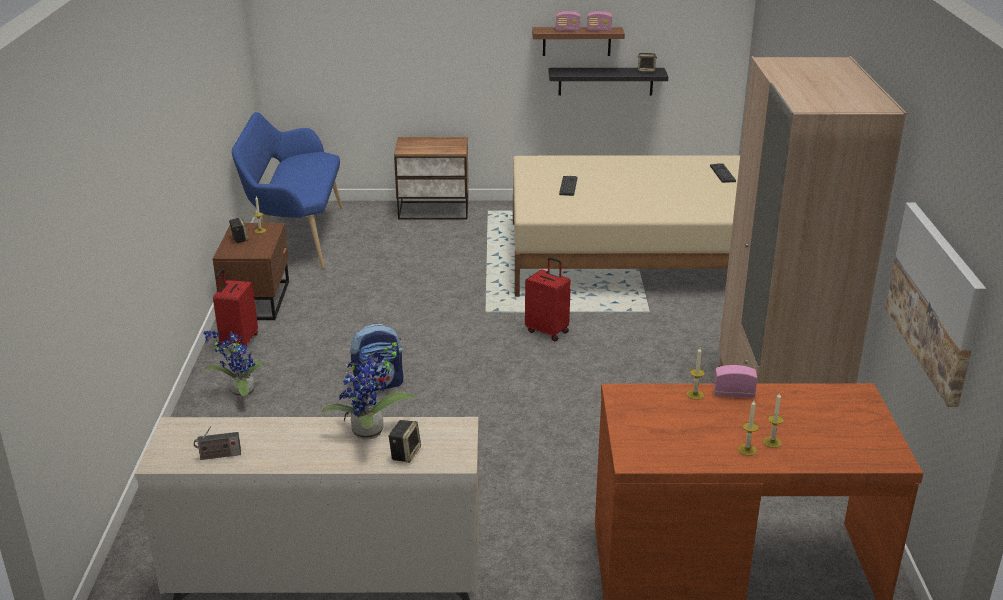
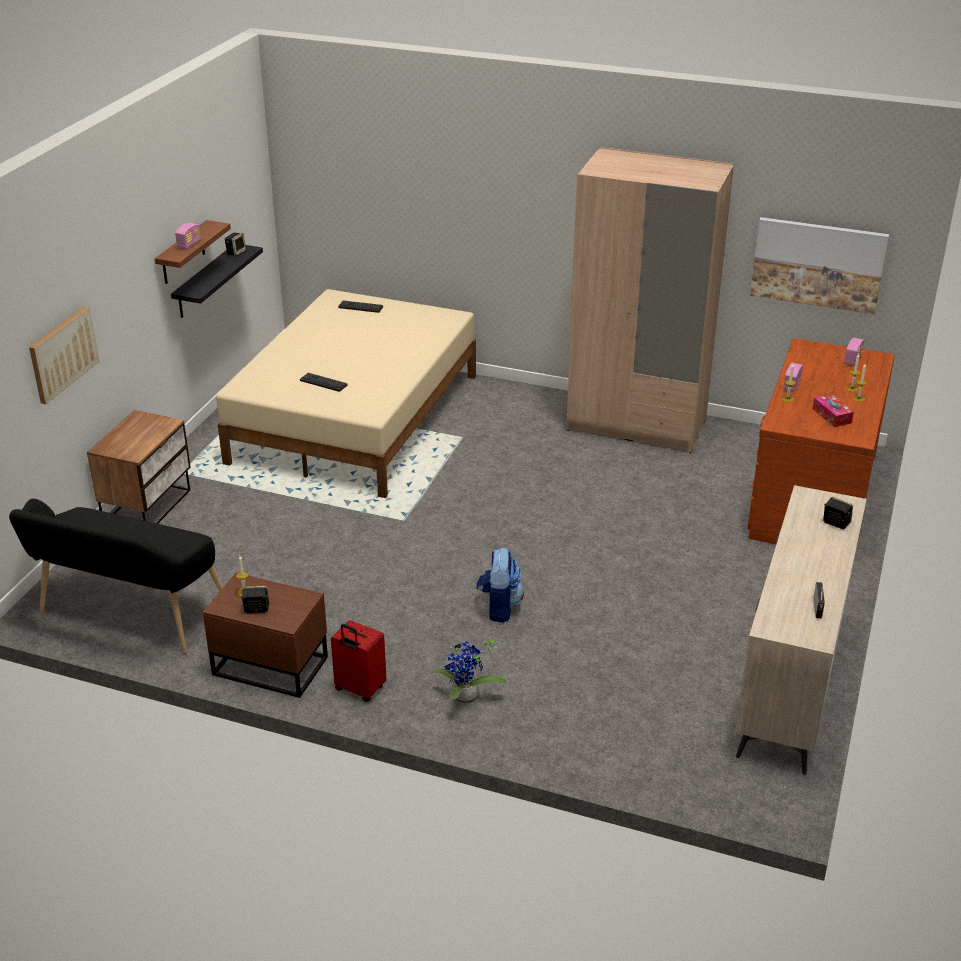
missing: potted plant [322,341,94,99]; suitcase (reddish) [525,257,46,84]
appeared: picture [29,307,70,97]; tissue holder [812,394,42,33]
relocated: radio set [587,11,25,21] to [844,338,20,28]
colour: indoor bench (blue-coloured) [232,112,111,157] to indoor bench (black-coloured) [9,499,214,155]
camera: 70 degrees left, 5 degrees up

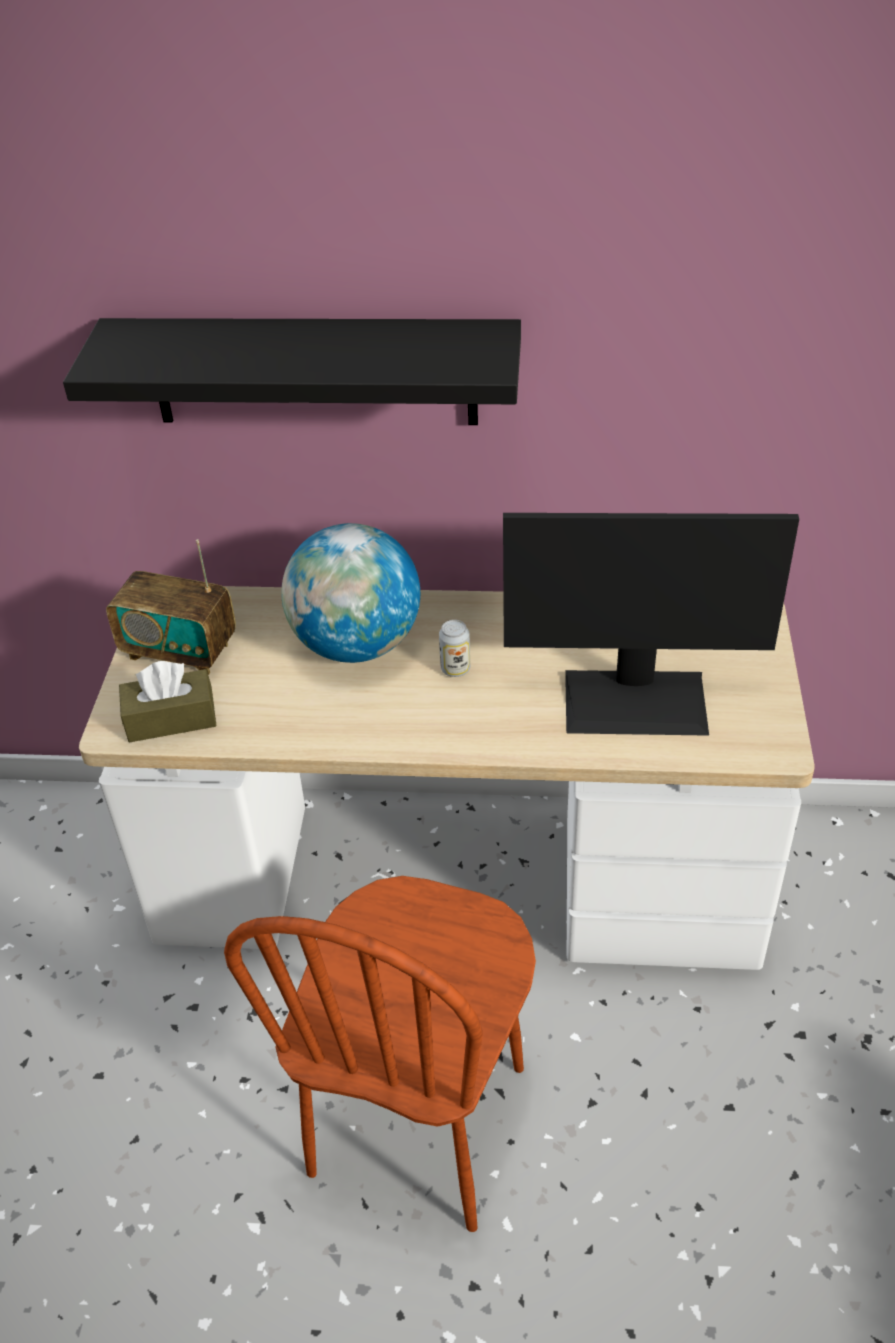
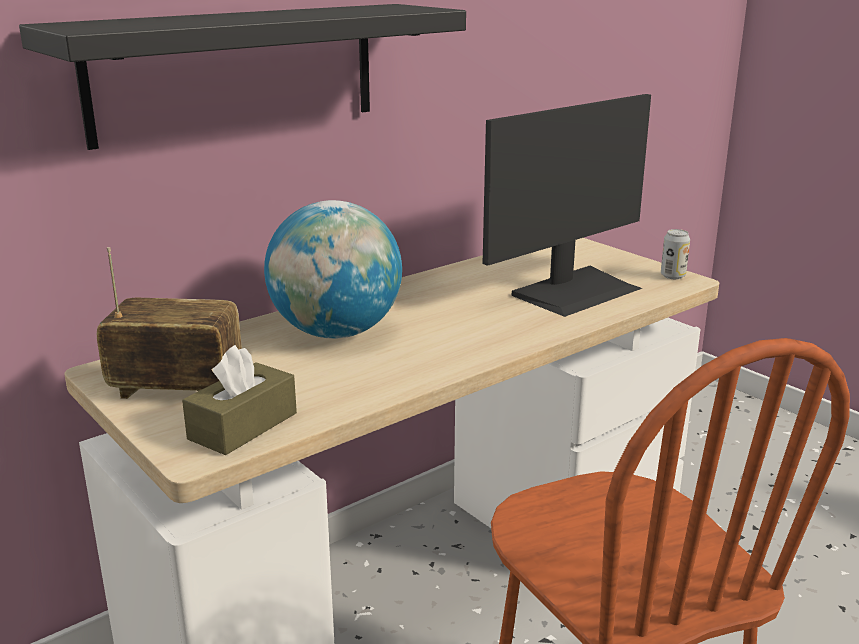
relocated: can [439,620,31,57] to [661,229,29,50]
spun: radio set [106,539,130,136] = [97,247,145,152] 150 degrees counterclockwise
camera: 45 degrees left, 20 degrees down

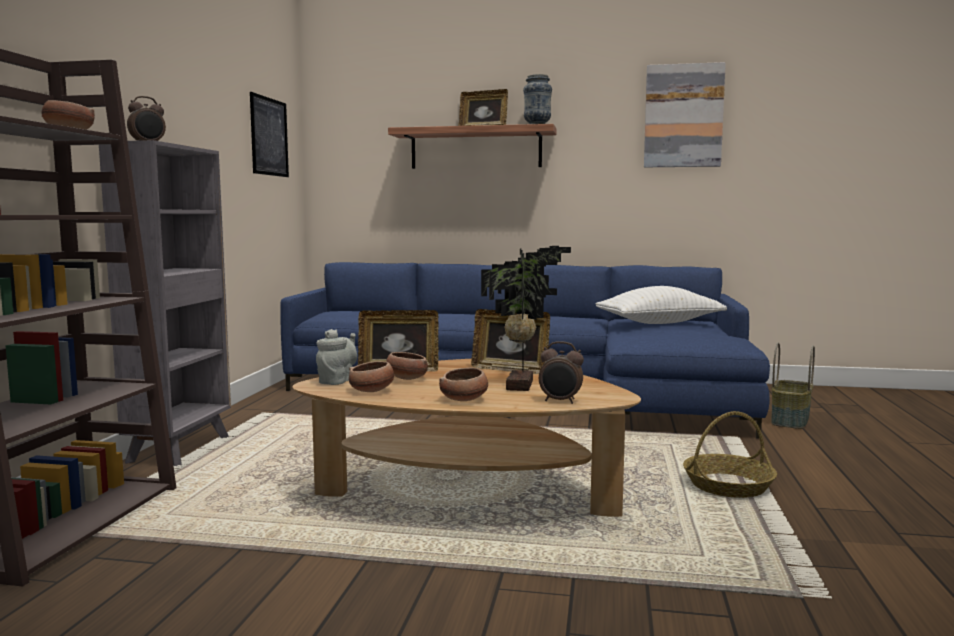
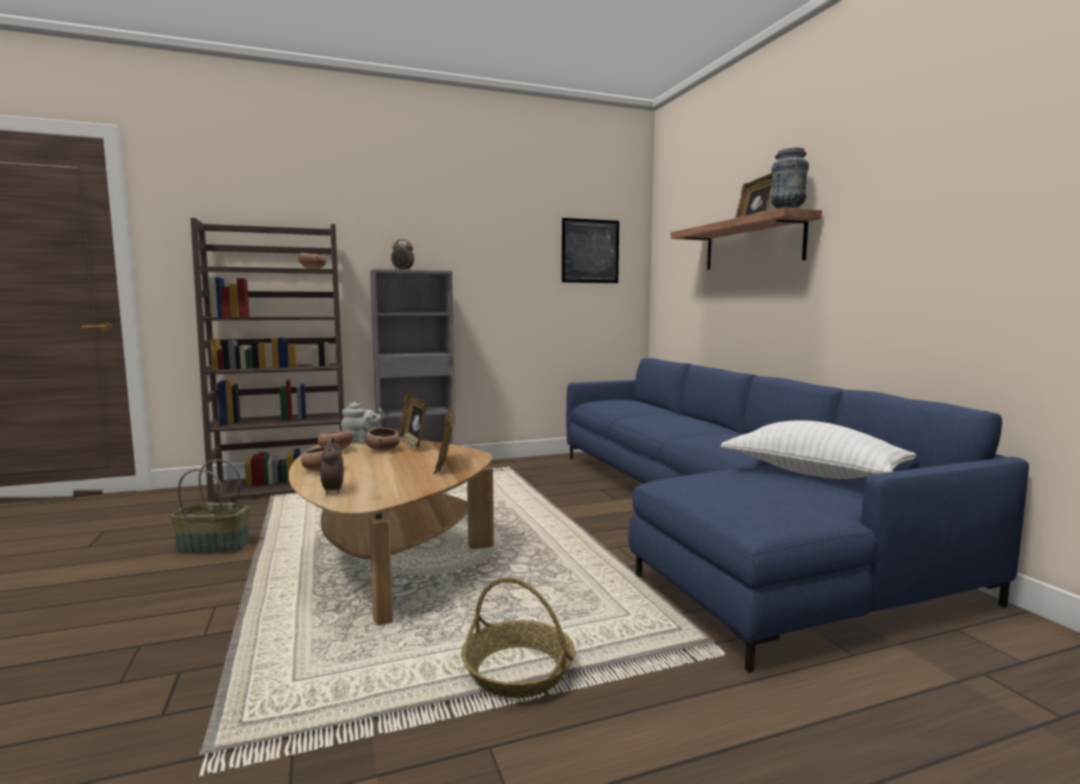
missing: potted plant [481,246,90,145]; picture [644,62,82,105]
relocated: storage basket [771,343,44,86] to [170,459,79,95]
camera: 60 degrees right, 0 degrees up

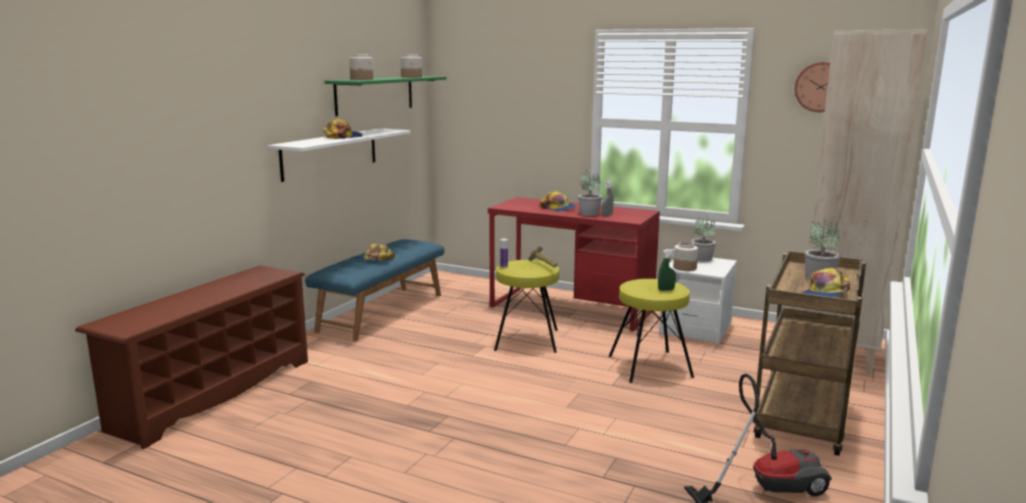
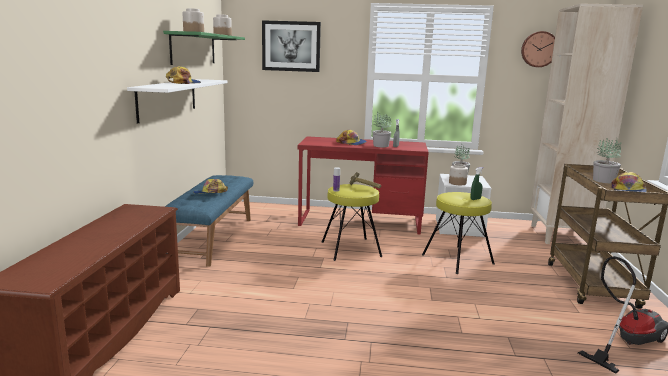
appeared: picture [262,20,59,52]
camera: 20 degrees left, 0 degrees up

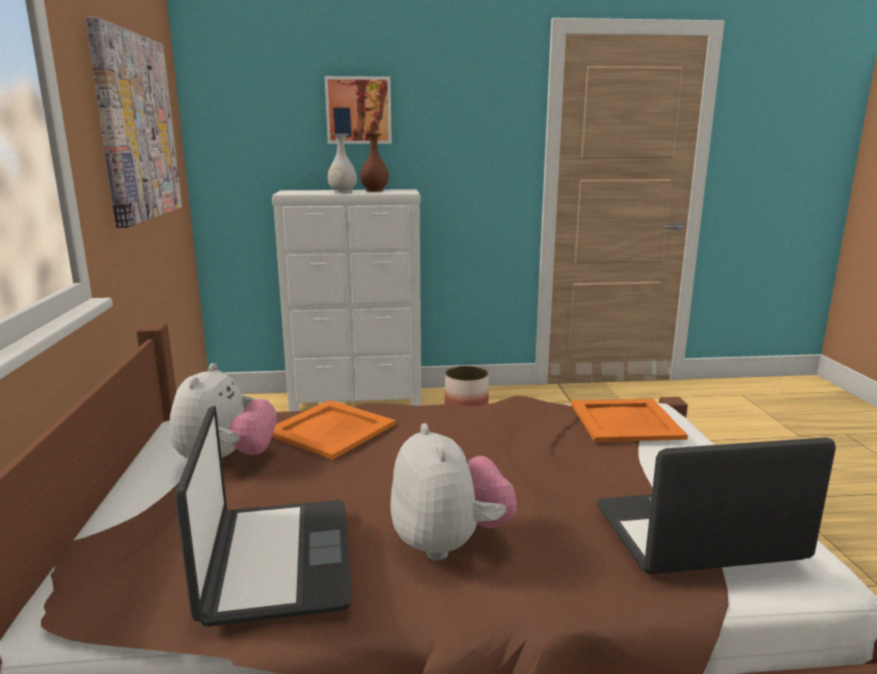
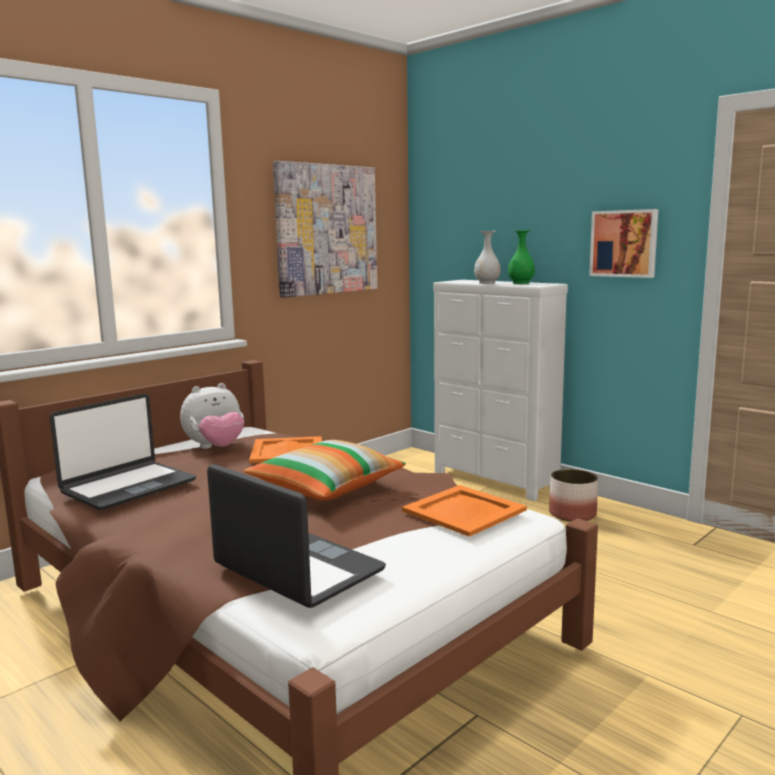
missing: plush toy [390,423,127,138]
appeared: throw pillow [244,440,162,60]
relocated: picture [325,76,67,68] to [589,209,69,69]
colour: decorative vase (brown-coloured) [360,134,29,58] to decorative vase (green) [508,230,27,54]
camera: 50 degrees right, 5 degrees down

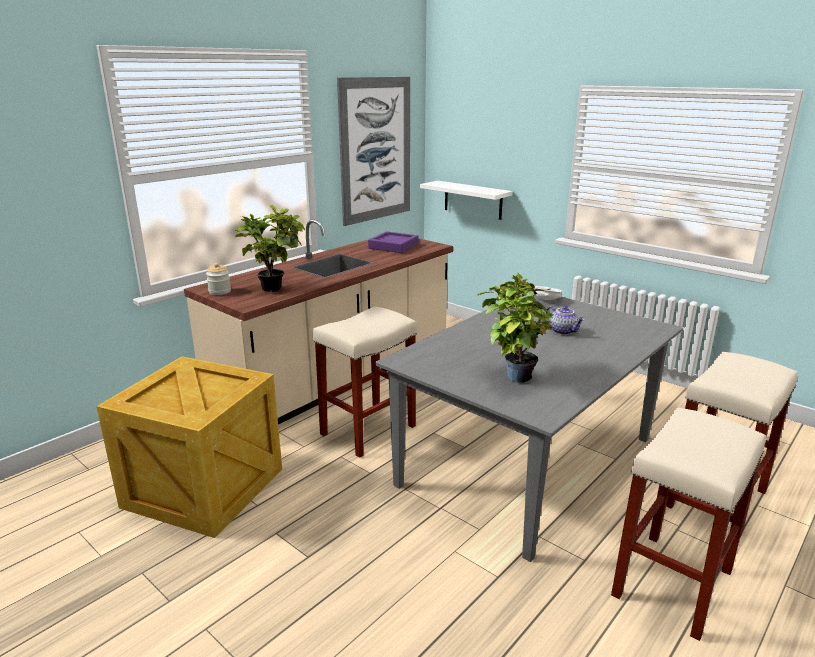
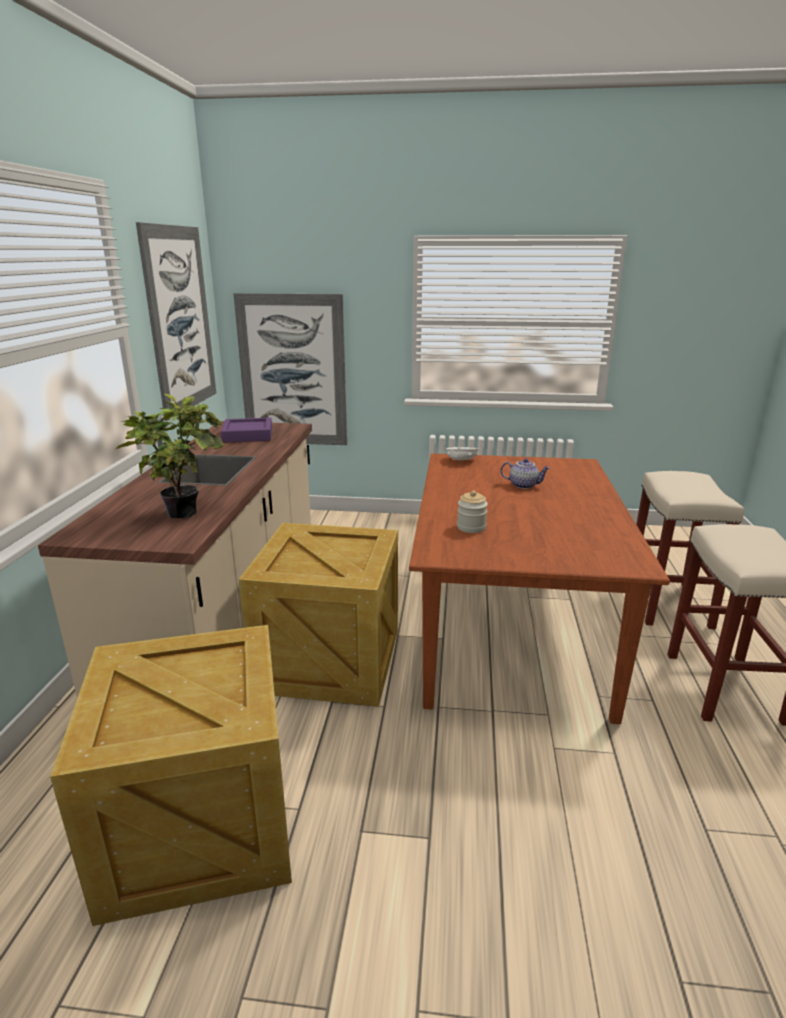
missing: potted plant [476,273,77,110]
relocated: storage jar [206,263,25,32] to [457,490,31,43]
exchanged: sitting stool (beige-coloured) [313,307,104,151] to packing crate [238,523,160,184]; shelf (white) [420,181,93,39] to picture [233,293,114,152]
colour: kitchen table (gray) [375,294,308,268] to kitchen table (brown-coloured) [409,454,261,270]
camera: 35 degrees left, 0 degrees up

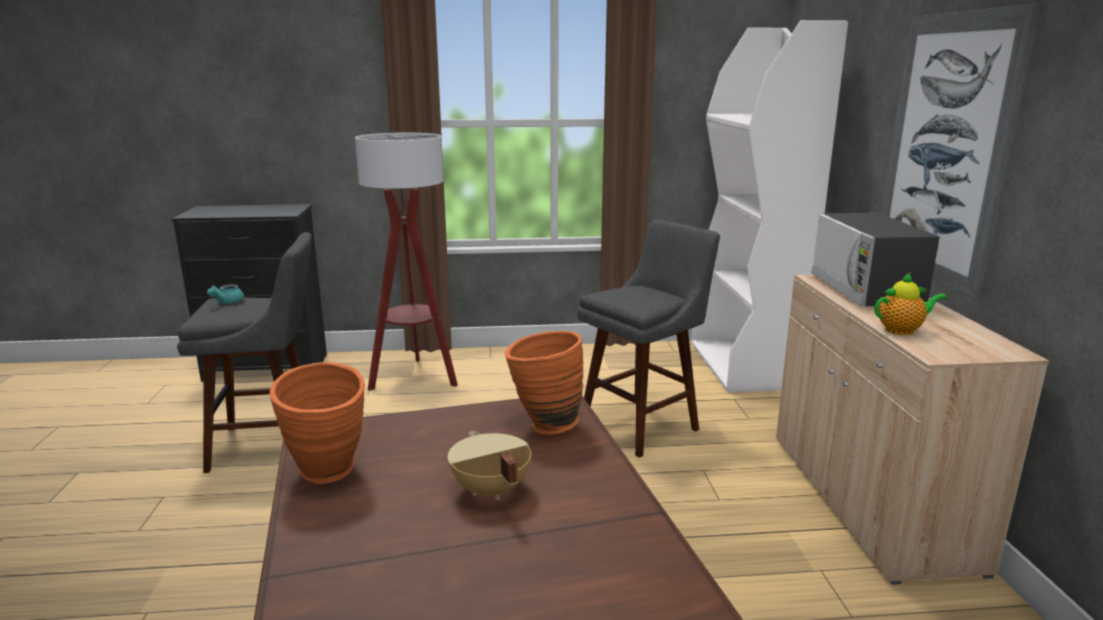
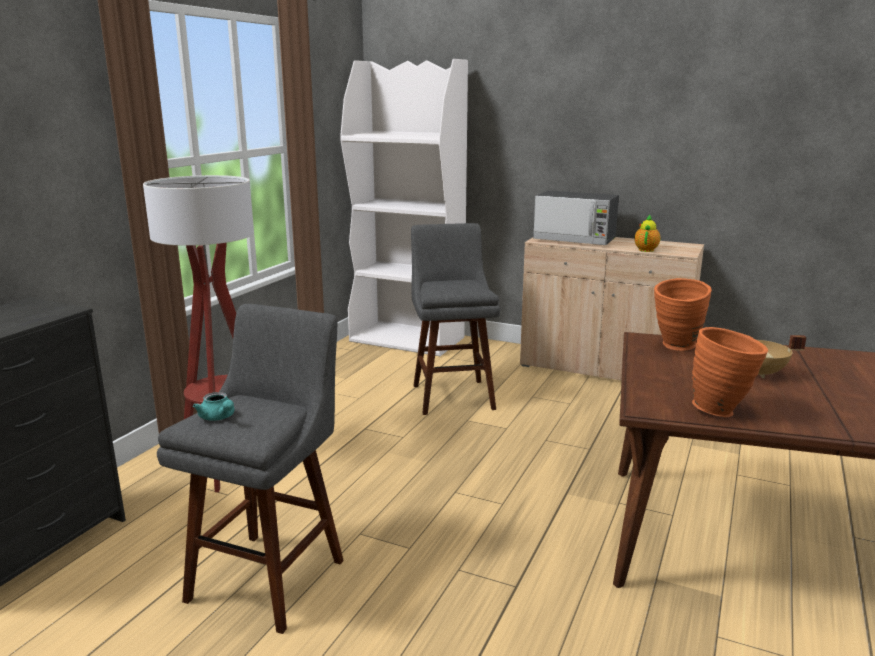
missing: picture [881,3,160,298]
camera: 60 degrees left, 0 degrees up

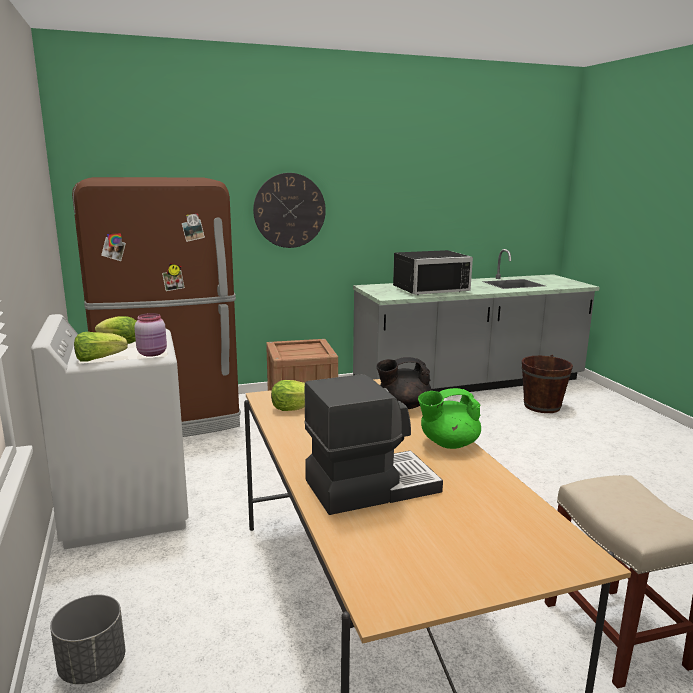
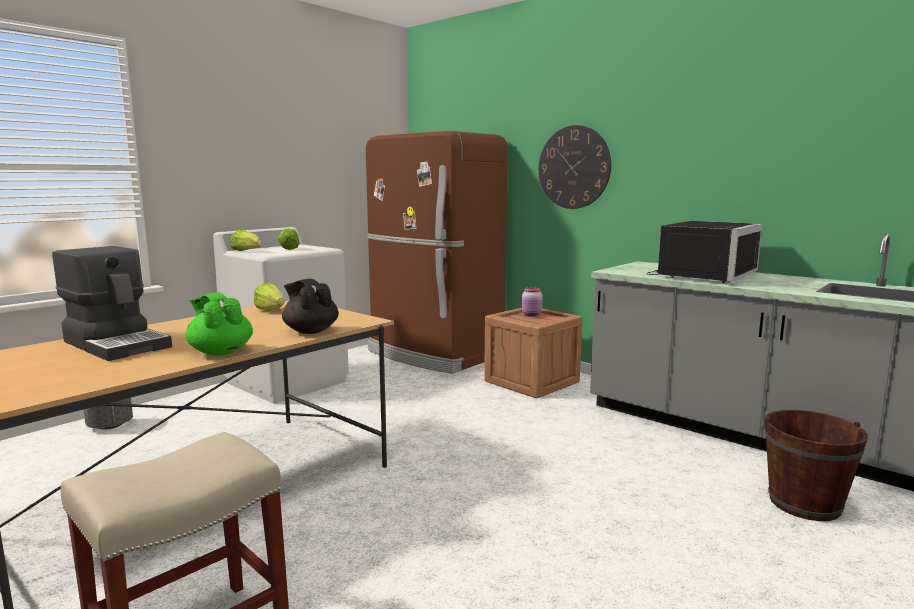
relocated: storage jar (pinkish) [134,313,33,44] to [522,287,20,30]
spun: microwave oven (black-coloured) [393,250,80,45] = [647,221,115,62] 90 degrees counterclockwise
camera: 60 degrees right, 5 degrees down

